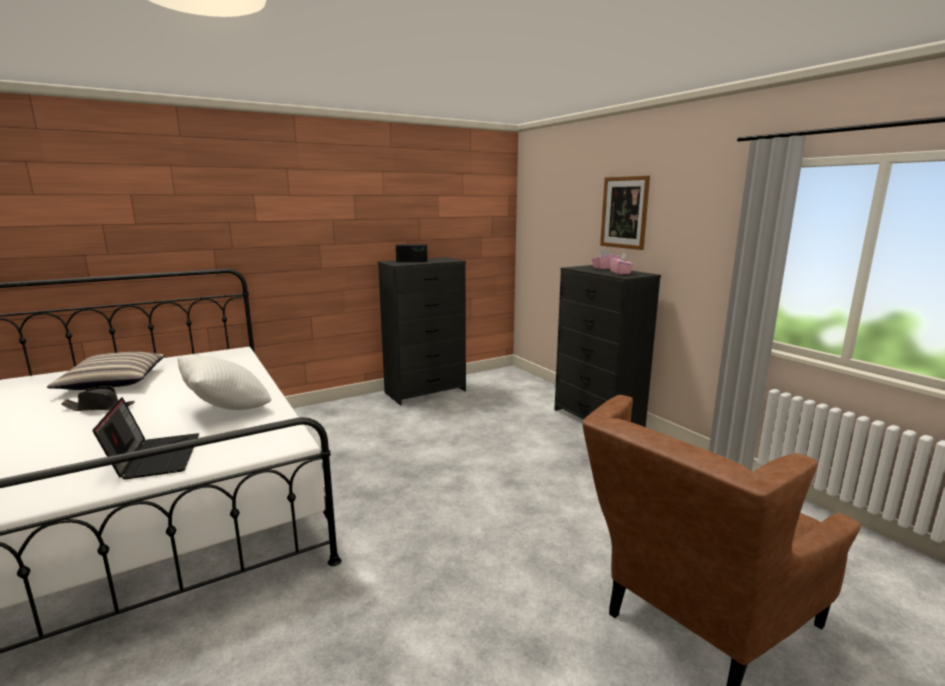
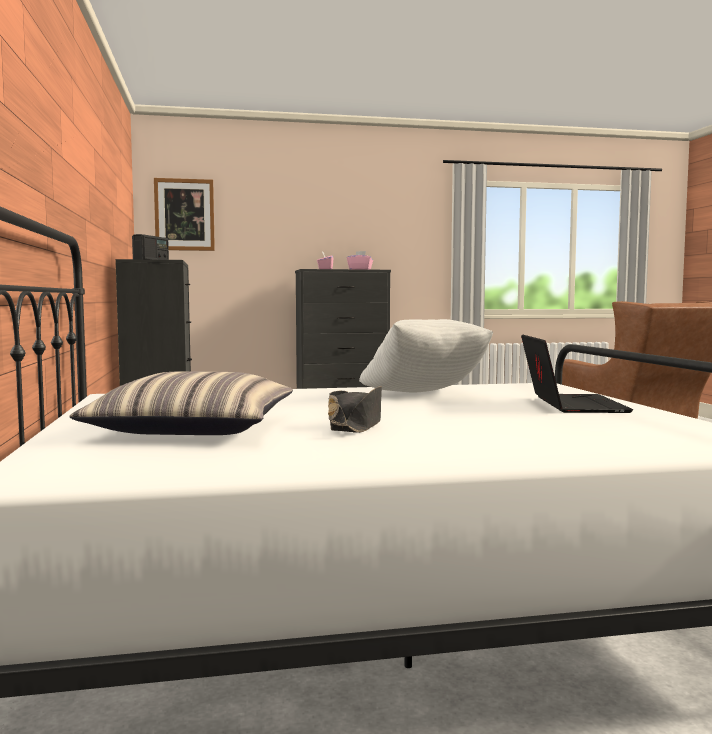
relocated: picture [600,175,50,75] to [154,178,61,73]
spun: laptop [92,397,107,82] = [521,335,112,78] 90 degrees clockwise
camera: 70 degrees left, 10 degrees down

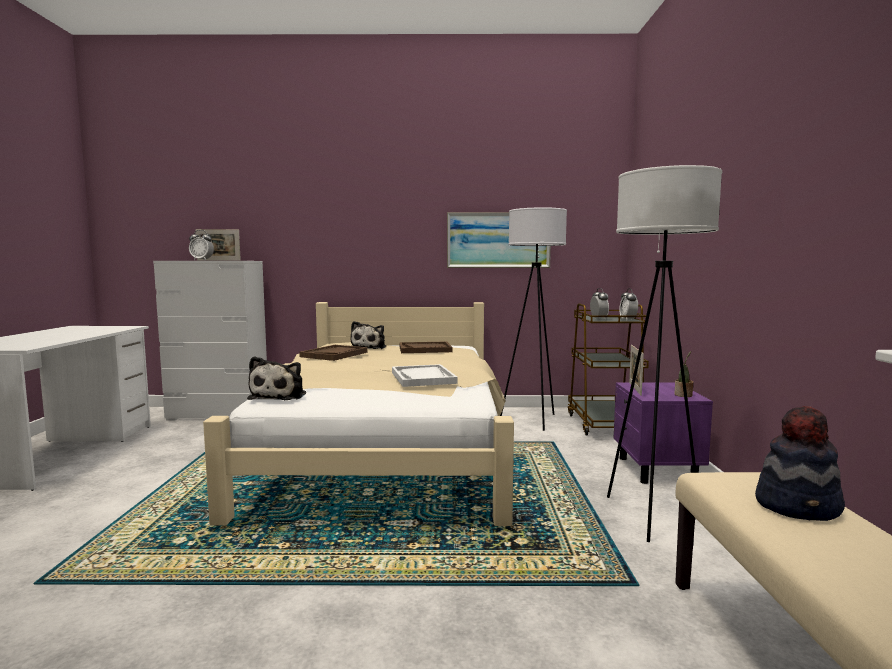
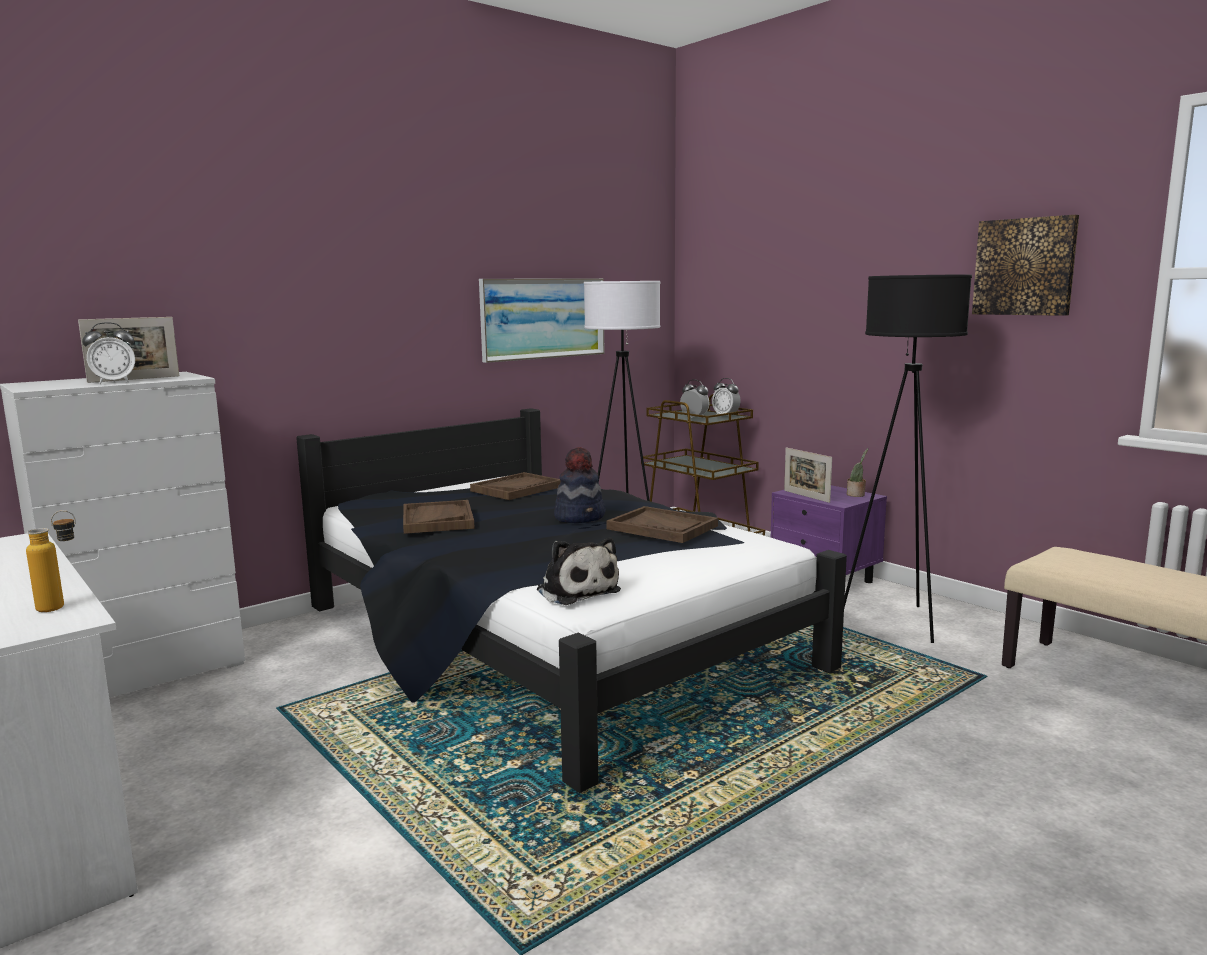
missing: plush toy [351,321,35,28]
appeared: beverage bottle [26,510,50,102]; picture [972,215,107,101]
relocated: hat [755,406,90,115] to [554,447,51,76]
colour: bedroom bed (beige-coloured) [203,302,311,224] to bedroom bed (black-coloured) [296,408,551,385]; serving tray (white) [392,364,65,23] to serving tray (brown-coloured) [606,506,112,37]; standard lamp (white) [607,165,115,377] to standard lamp (black-coloured) [844,274,128,369]
camera: 40 degrees left, 5 degrees up

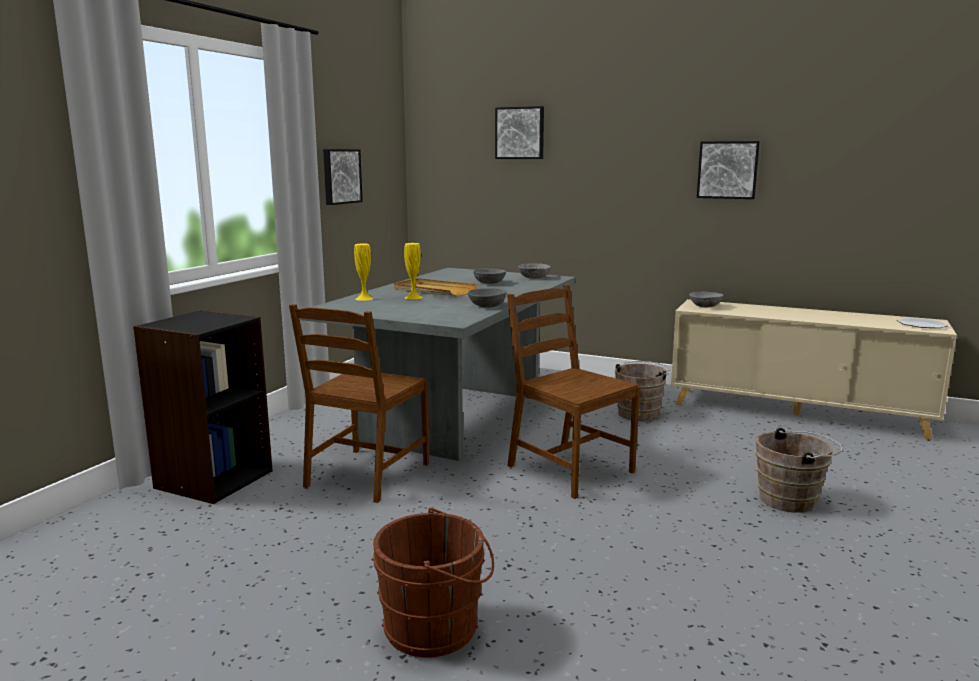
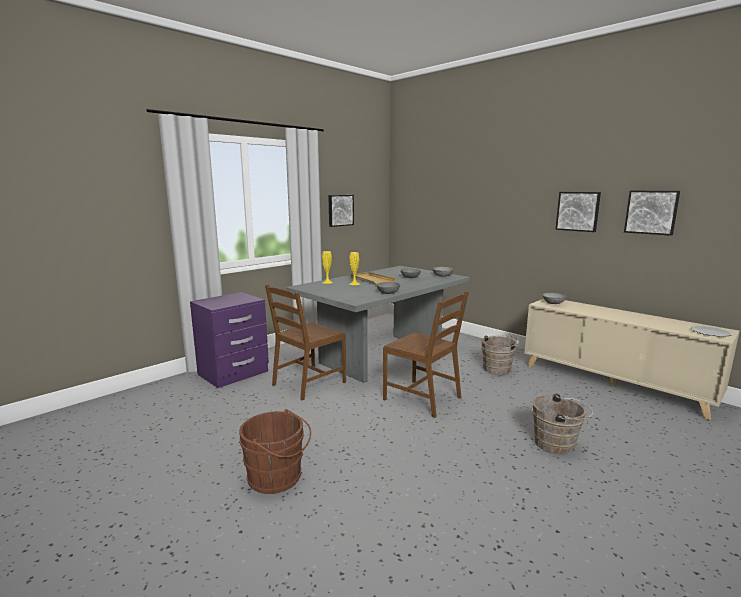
relocated: picture [495,106,49,53] to [624,191,56,45]
exchanged: shelving unit (black-coloured) [133,310,140,194] to night table (purplish) [190,292,79,96]
spun: plain chair (brown-coloured) [507,285,133,214] = [383,291,86,127] 150 degrees clockwise
camera: 20 degrees right, 0 degrees up

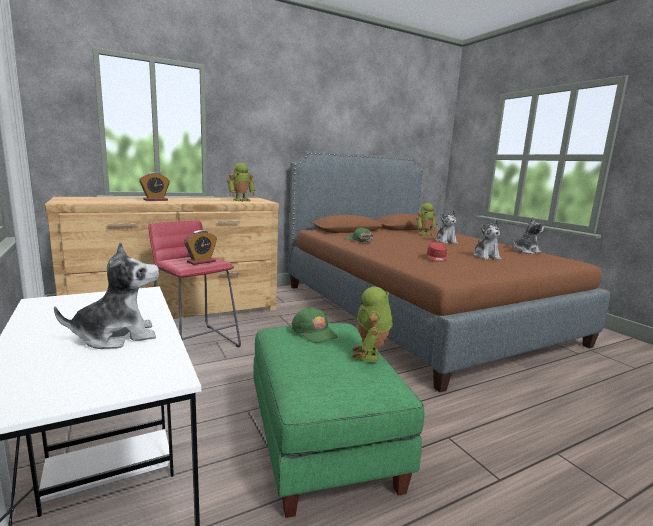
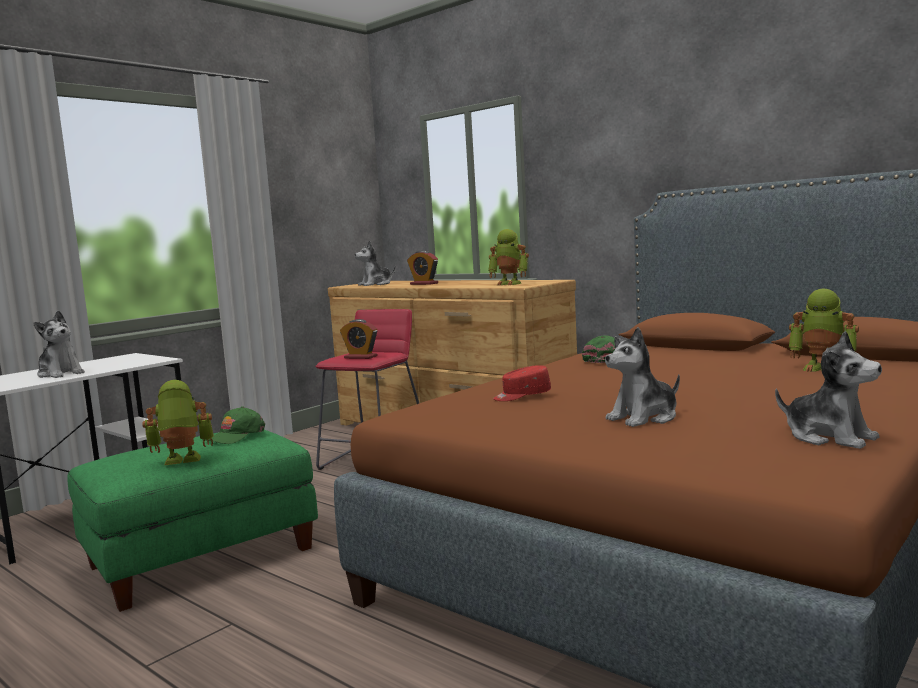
relocated: plush toy [435,210,23,34] to [355,241,41,45]
camera: 70 degrees right, 5 degrees down

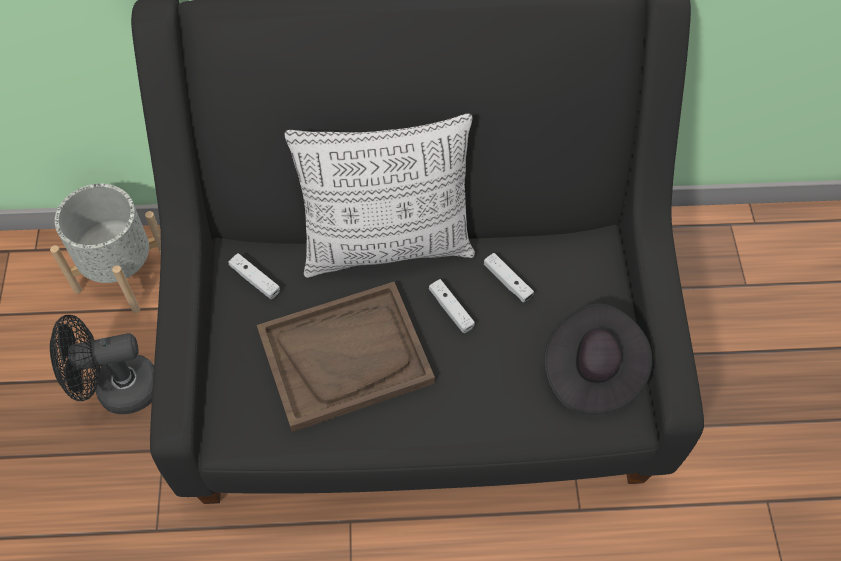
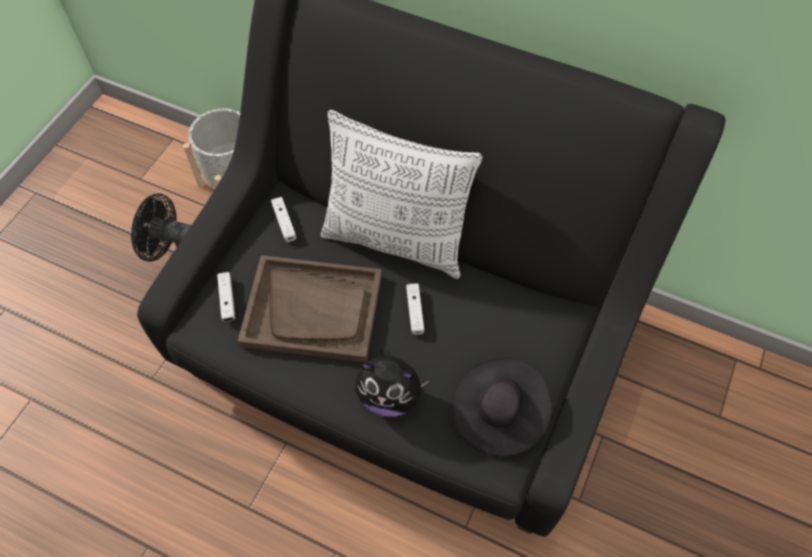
appeared: plush toy [355,348,75,69]
relocated: joypad (white) [484,253,50,49] to [217,272,18,49]
camera: 30 degrees right, 0 degrees up

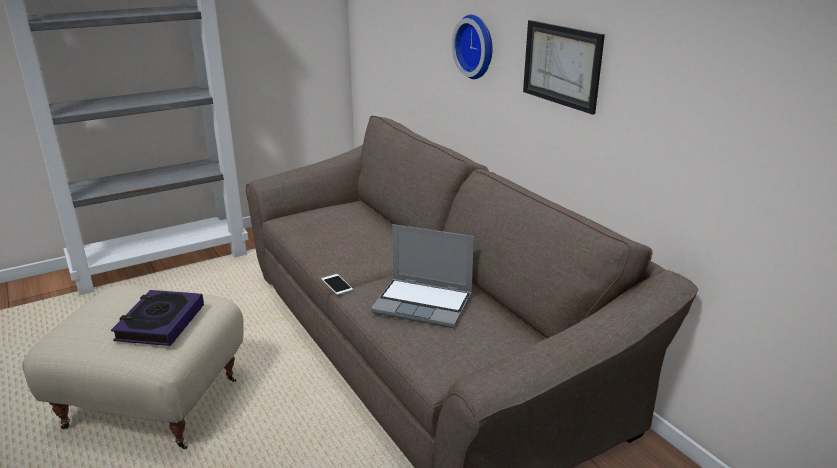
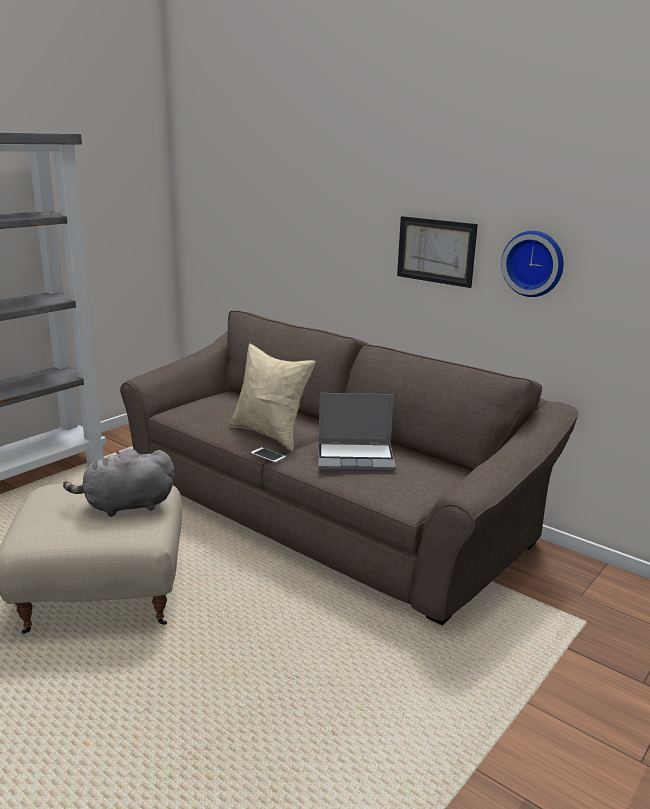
appeared: throw pillow (beige-coloured) [229,343,87,108]
relocated: wall clock [452,15,41,64] to [501,231,63,66]
exchanged: volume [111,290,93,56] to plush toy (gray) [63,448,112,69]
camera: 20 degrees left, 5 degrees down

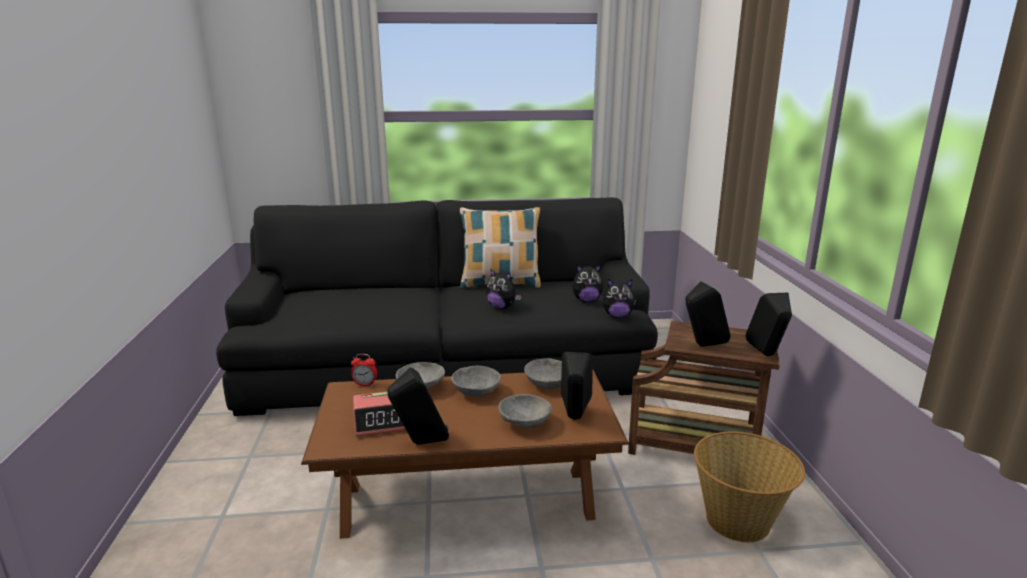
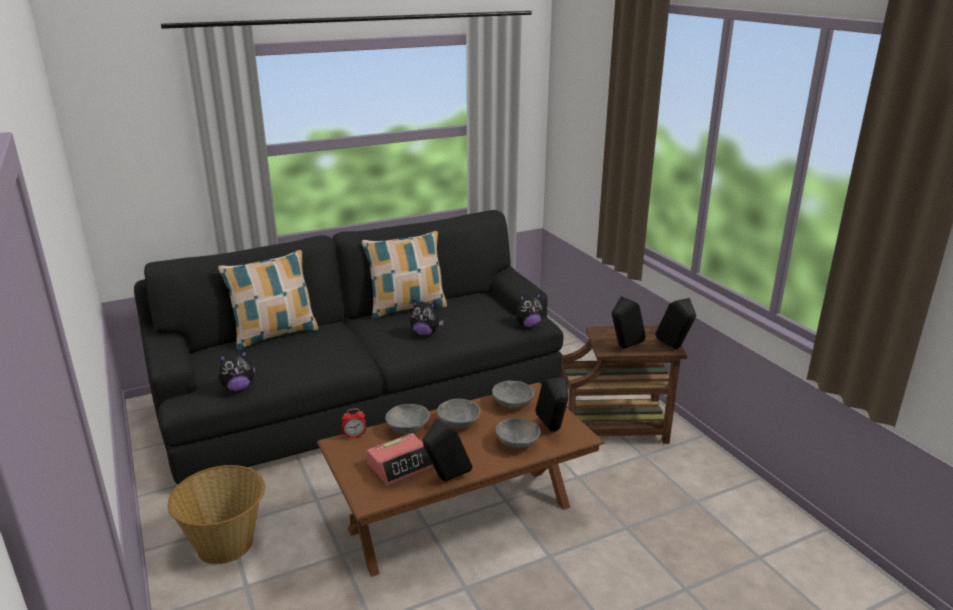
appeared: throw pillow [218,250,100,100]
relocated: plush toy [572,265,32,37] to [219,350,36,41]; storage basket [694,431,111,111] to [168,465,97,99]
camera: 20 degrees left, 5 degrees up

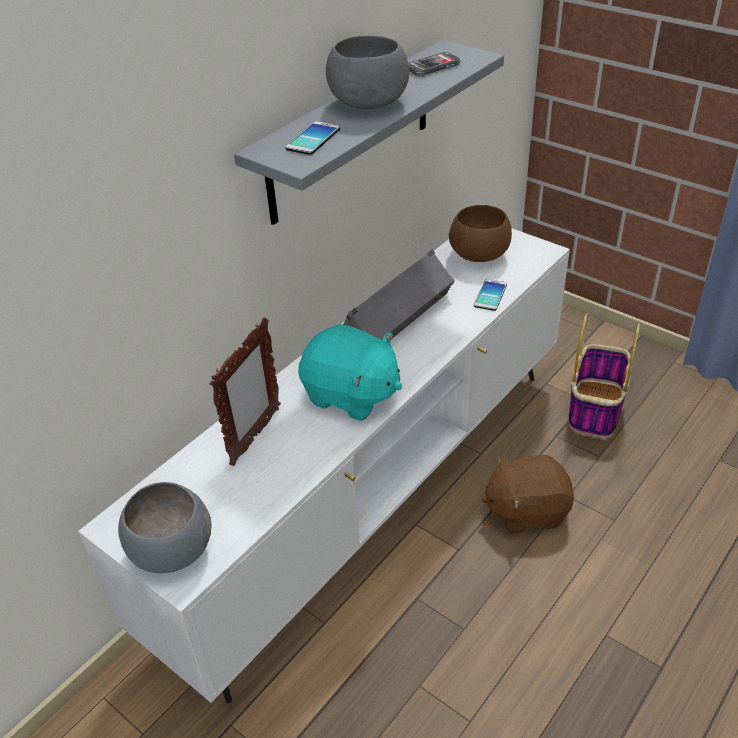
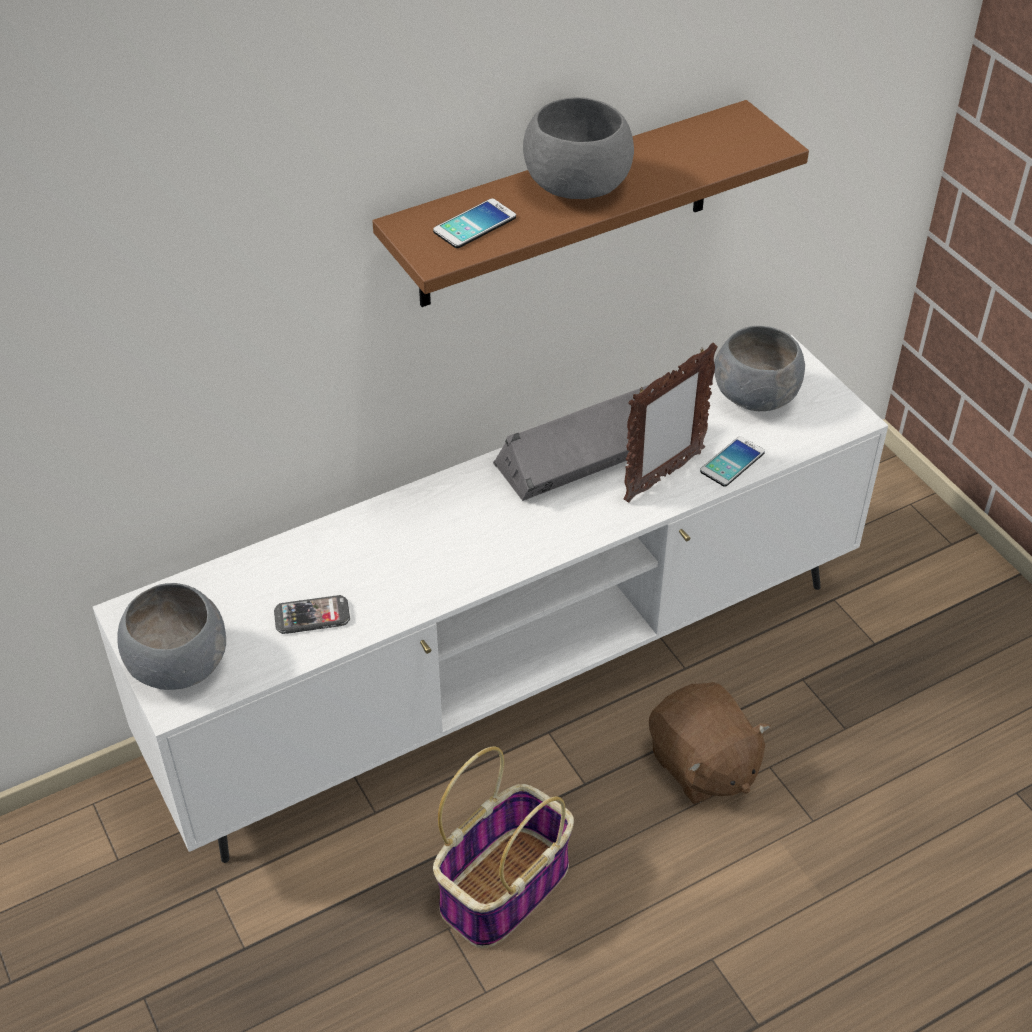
missing: plush toy (turquoise-coloured) [298,324,104,97]
relocated: picture frame [210,318,71,148] to [624,343,94,160]; telephone [408,52,52,24] to [274,595,76,39]; storage basket [568,313,72,125] to [433,746,141,202]
colour: shelf (gray) [234,40,270,185] to shelf (brown-coloured) [372,100,437,207]; serving bowl (brown-coloured) [449,205,63,57] to serving bowl (gray) [714,326,91,85]
spun: plush toy (brown-coloured) [481,455,93,79] = [649,682,122,122] 135 degrees counterclockwise
camera: 20 degrees right, 5 degrees up

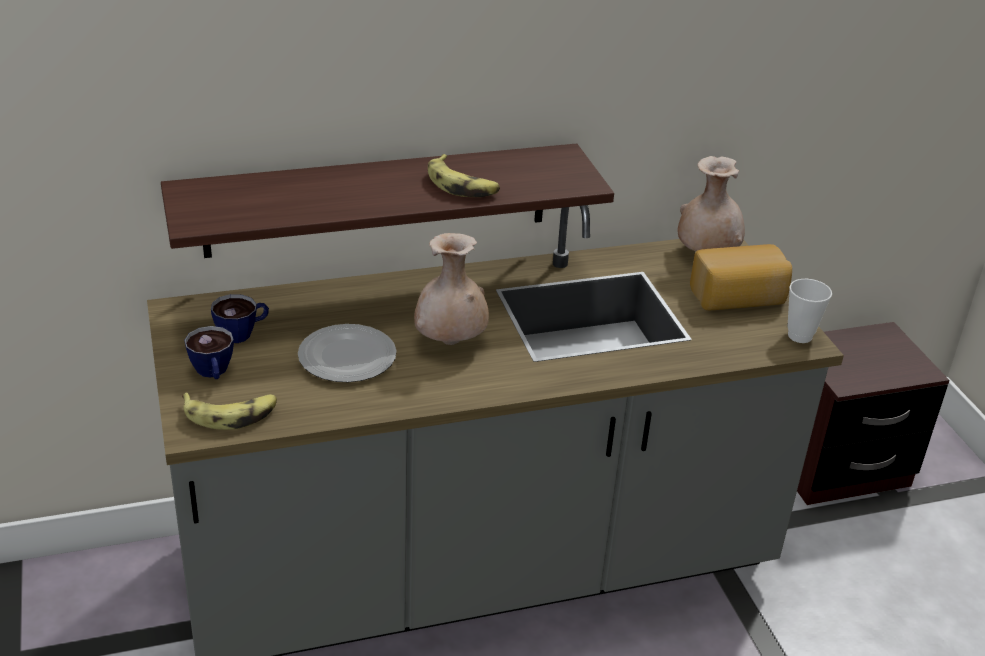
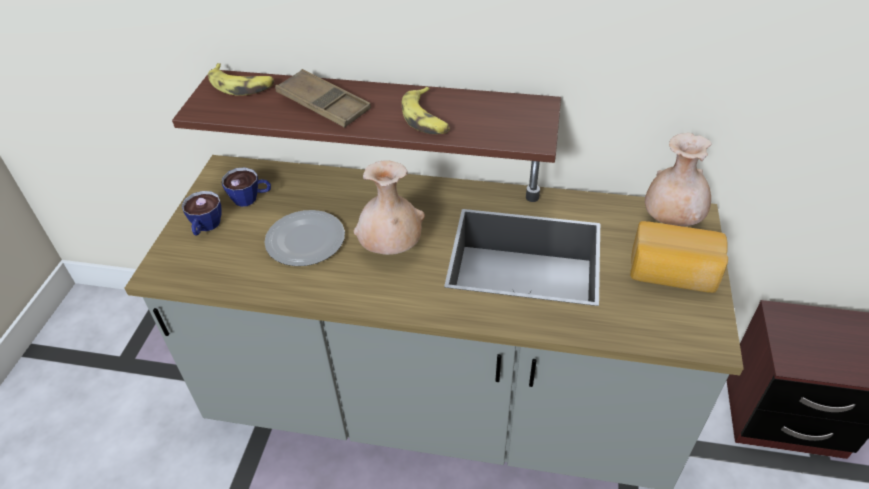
missing: cup [788,279,44,64]
appeared: serving tray (brown-coloured) [275,69,96,59]
relocated: banana fruit [182,392,95,38] to [208,63,66,33]
camera: 30 degrees right, 10 degrees up

